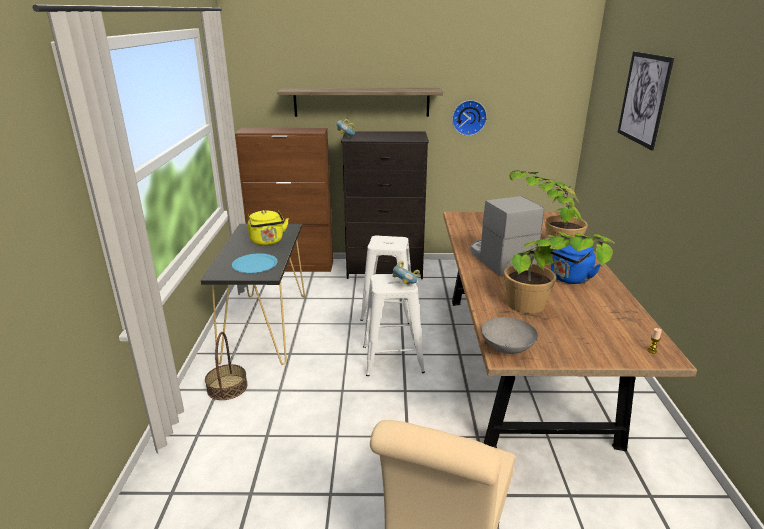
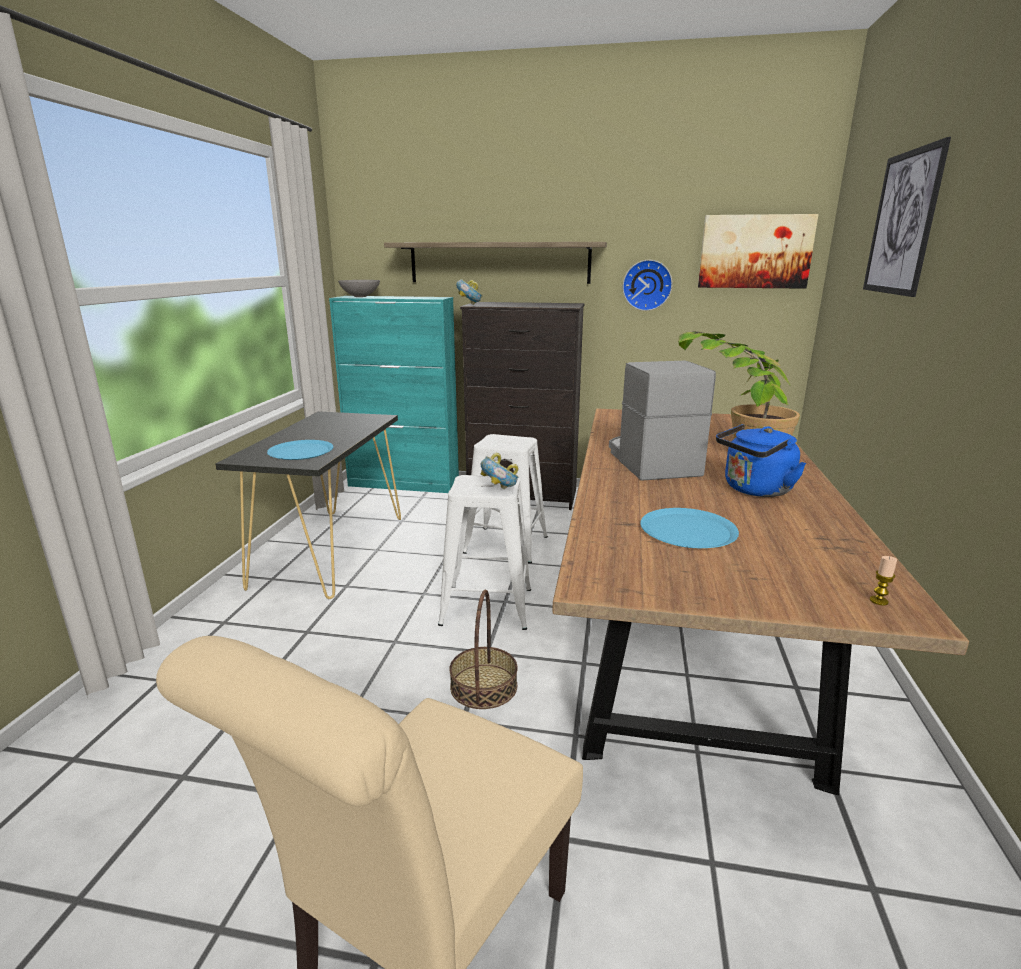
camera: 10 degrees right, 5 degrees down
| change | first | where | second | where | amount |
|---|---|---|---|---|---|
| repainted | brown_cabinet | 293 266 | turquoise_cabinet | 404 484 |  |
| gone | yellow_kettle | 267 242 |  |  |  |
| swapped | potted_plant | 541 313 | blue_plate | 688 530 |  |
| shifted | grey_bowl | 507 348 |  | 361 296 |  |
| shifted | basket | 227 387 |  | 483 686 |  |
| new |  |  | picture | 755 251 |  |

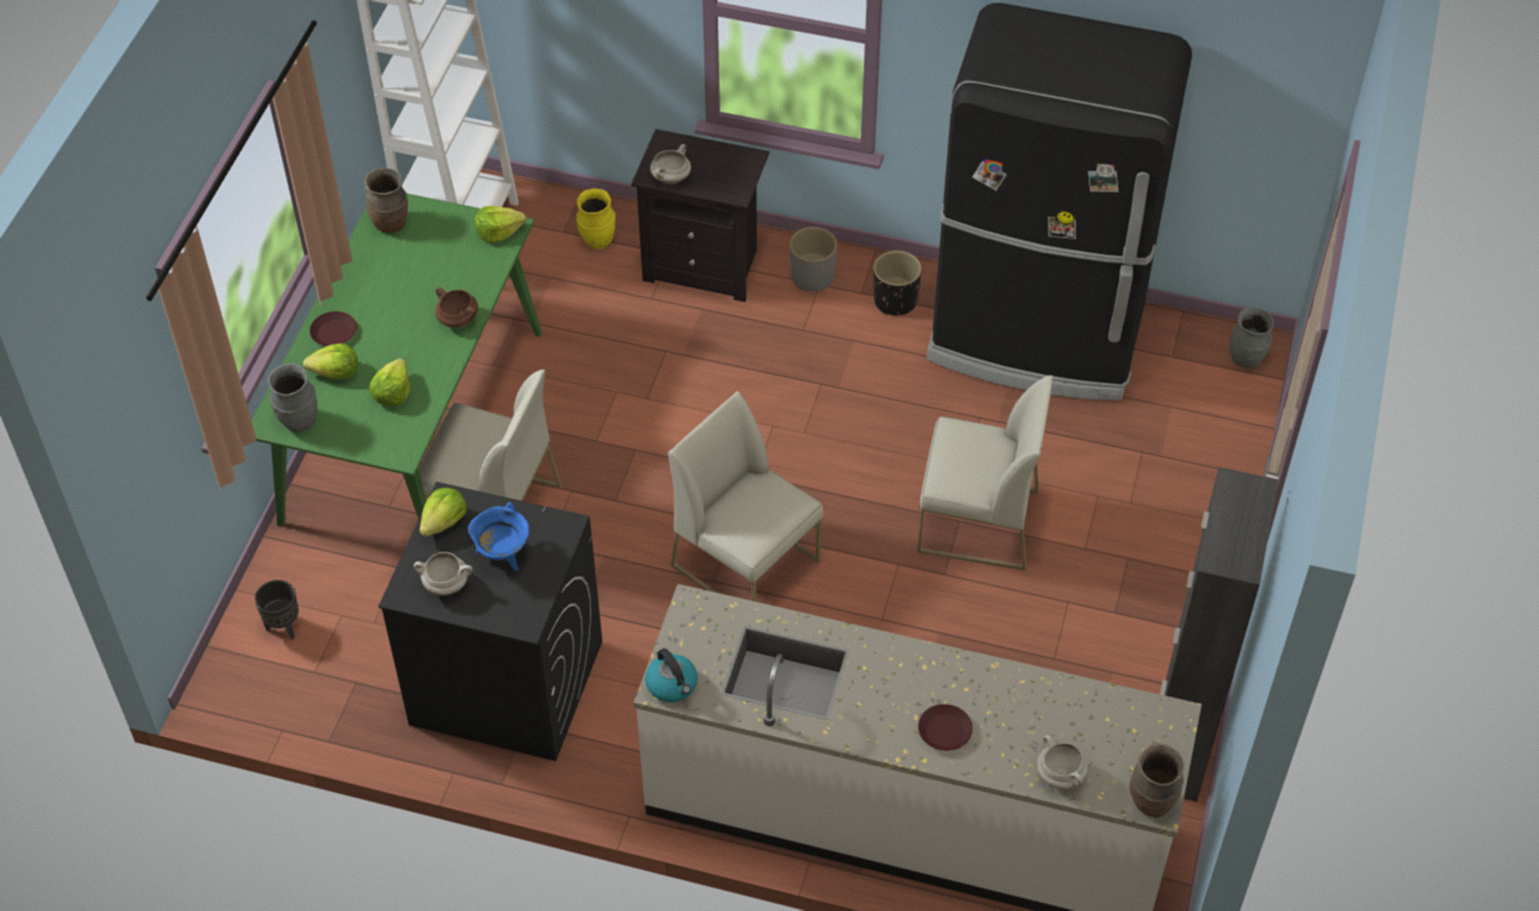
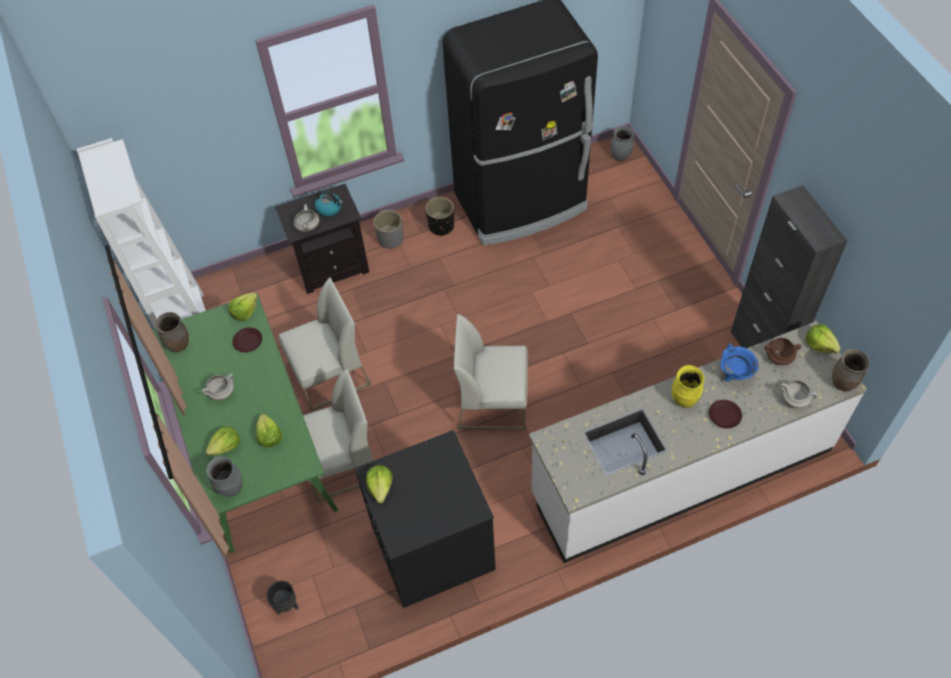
camera: 35 degrees left, 5 degrees up
| change | first | where | second | where | amount |
|---|---|---|---|---|---|
| shifted | yellow_vase | 597 241 |  | 684 399 |  |
| shifted | brown_cooking_pot | 457 320 |  | 778 357 |  |
| shifted | brown_plate | 333 333 |  | 248 342 |  |
| shifted | white_chair | 977 522 |  | 329 375 |  |
| shifted | blue_cooking_pot | 502 555 |  | 734 375 |  |
| shifted | white_cooking_pot | 447 584 |  | 222 392 |  |
| shifted | kettle | 672 685 |  | 329 208 |  |
| new |  |  | lettuce | 820 344 |  |

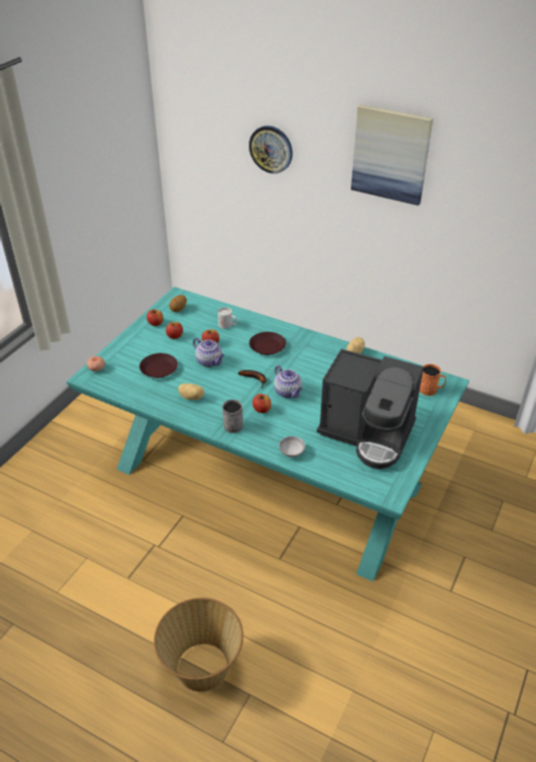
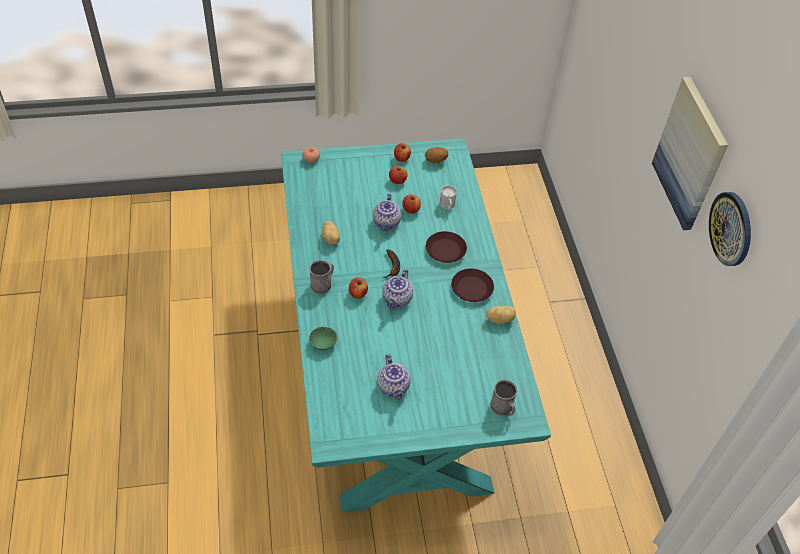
camera: 50 degrees right, 10 degrees up
| change | first | where | second | where | amount |
|---|---|---|---|---|---|
| shifted | wall_clock | 271 149 |  | 731 228 |  |
| swapped | coffee_machine | 367 433 | teapot | 394 387 |  |
| shifted | brown_plate | 158 369 |  | 471 288 |  |
| repainted | orange_mug | 430 389 | grey_mug | 503 408 |  |
| repainted | grey_bowl | 291 452 | green_bowl | 323 343 |  |
| gone | basket | 202 668 |  |  |  |

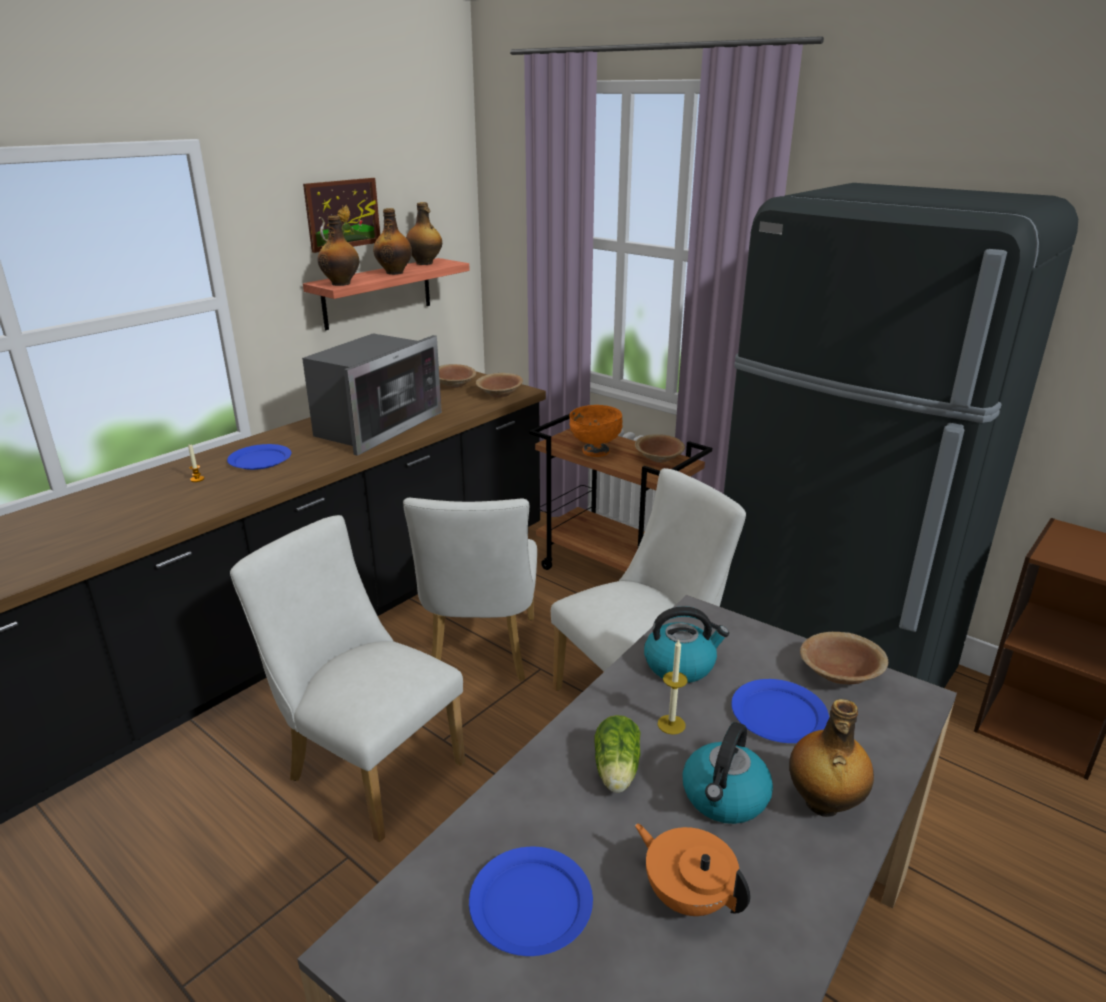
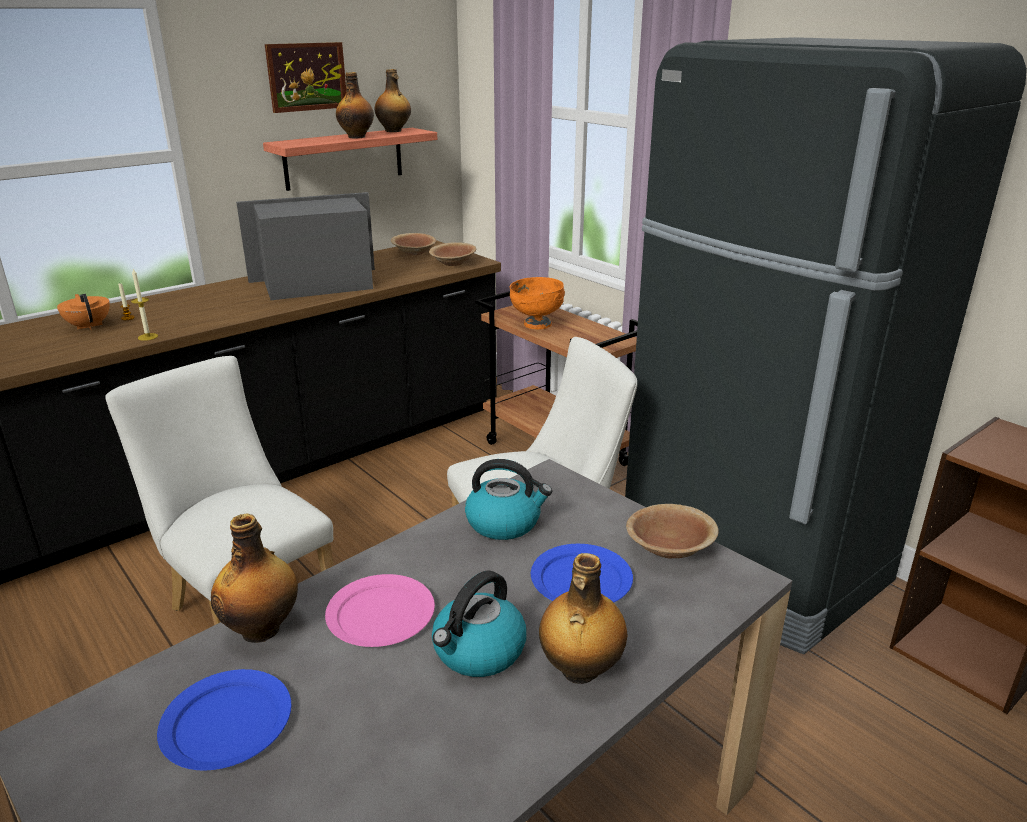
camera: 10 degrees right, 0 degrees up
| change | first | where | second | where | amount |
|---|---|---|---|---|---|
| shifted | bottle | 341 283 |  | 262 629 |  |
| rotated | microwave | 375 426 |  | 317 284 | 150 degrees counterclockwise |
| gone | brown_bowl | 659 458 |  |  |  |
| gone | blue_plate | 260 460 |  |  |  |
| gone | white_chair | 481 654 |  |  |  |
| shifted | candle | 671 724 |  | 148 337 |  |
| swapped | lettuce | 616 772 | pink_plate | 381 614 |  |
| shifted | orange_teapot | 687 895 |  | 89 326 |  |

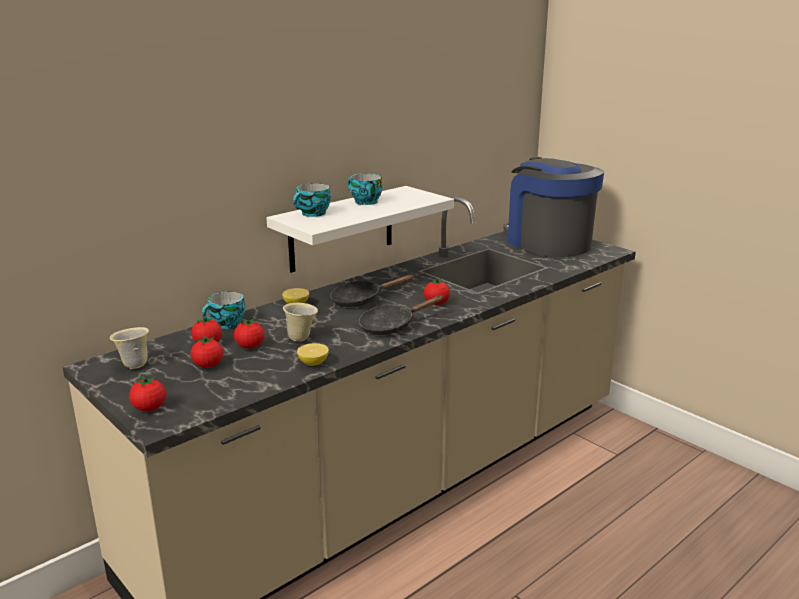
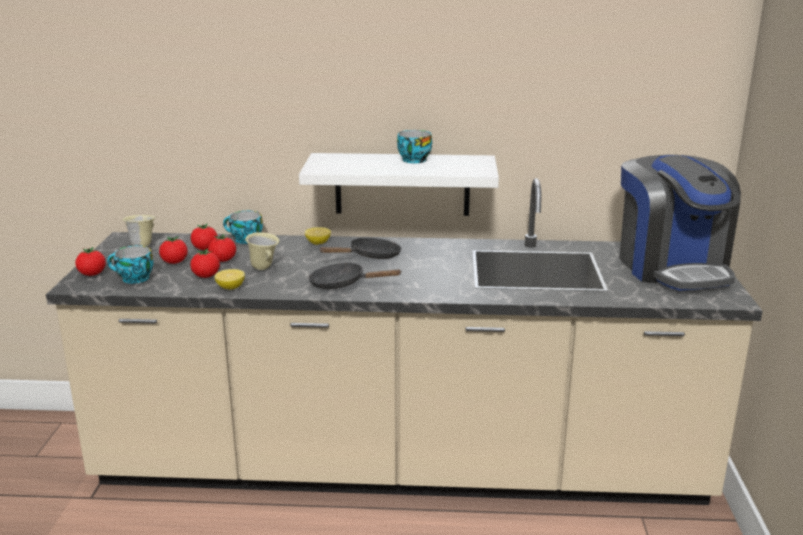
camera: 45 degrees right, 0 degrees up
| change | first | where | second | where | amount |
|---|---|---|---|---|---|
| rotated | coffee_machine | 547 242 |  | 672 267 | 150 degrees clockwise |
| shifted | cup | 313 214 |  | 133 279 |  |
| rotated | black_frying_pan | 361 300 |  | 370 256 | 120 degrees clockwise |
| shifted | tomato | 436 303 |  | 206 276 |  |

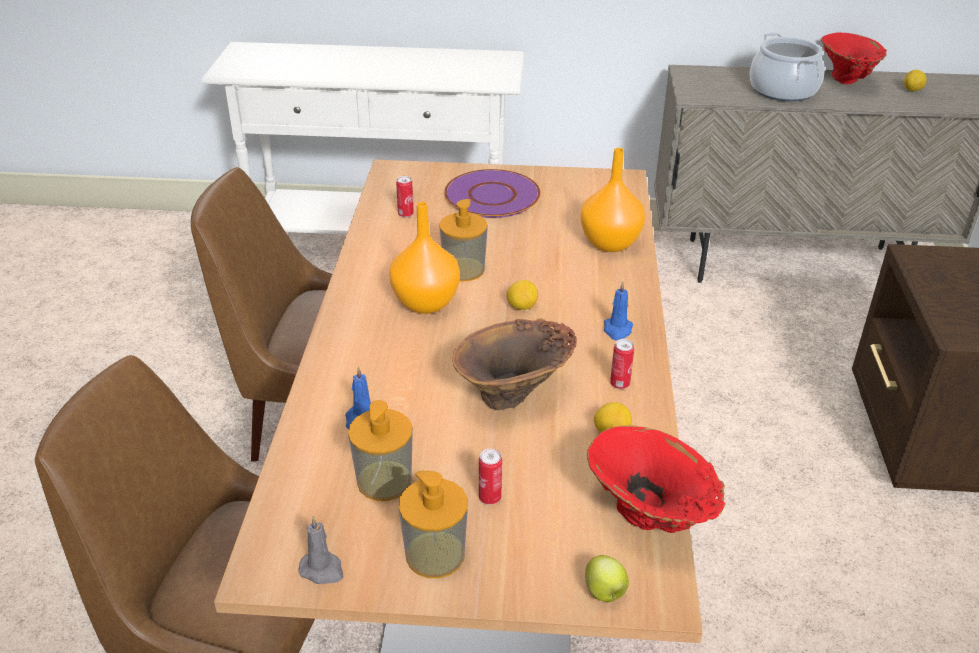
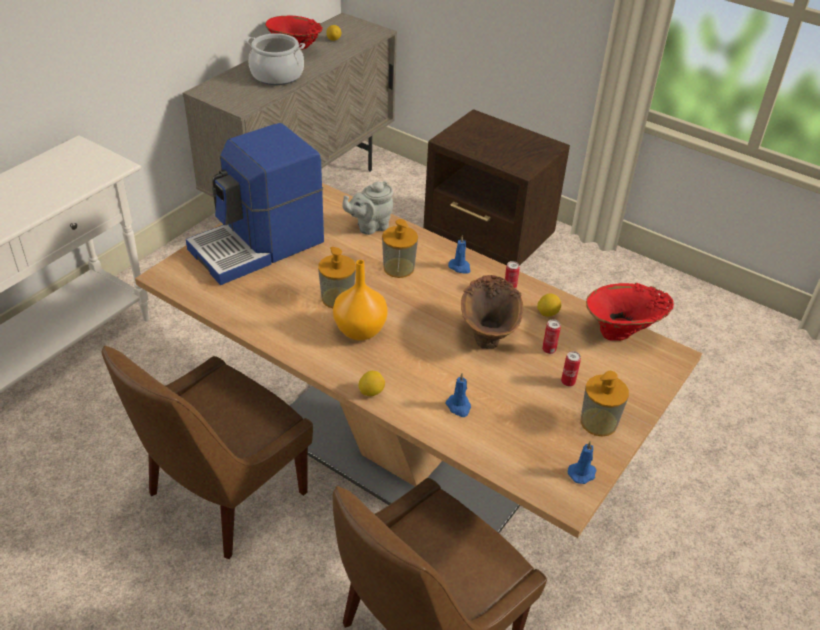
camera: 60 degrees left, 5 degrees up
| change | first | where | second | where | amount |
|---|---|---|---|---|---|
| swapped | orange_vase | 611 243 | grey_teapot | 370 226 |  |
| swapped | purple_plate | 492 196 | coffee_machine | 258 246 |  |
| shifted | can | 405 214 |  | 549 350 |  |
| shifted | lemon | 521 307 |  | 371 392 |  |
| shifted | soap_dispenser | 384 481 |  | 398 268 |  |
| repainted | grey_candle | 322 570 | blue_candle | 582 473 |  |
| gone | apple | 605 593 |  |  |  |

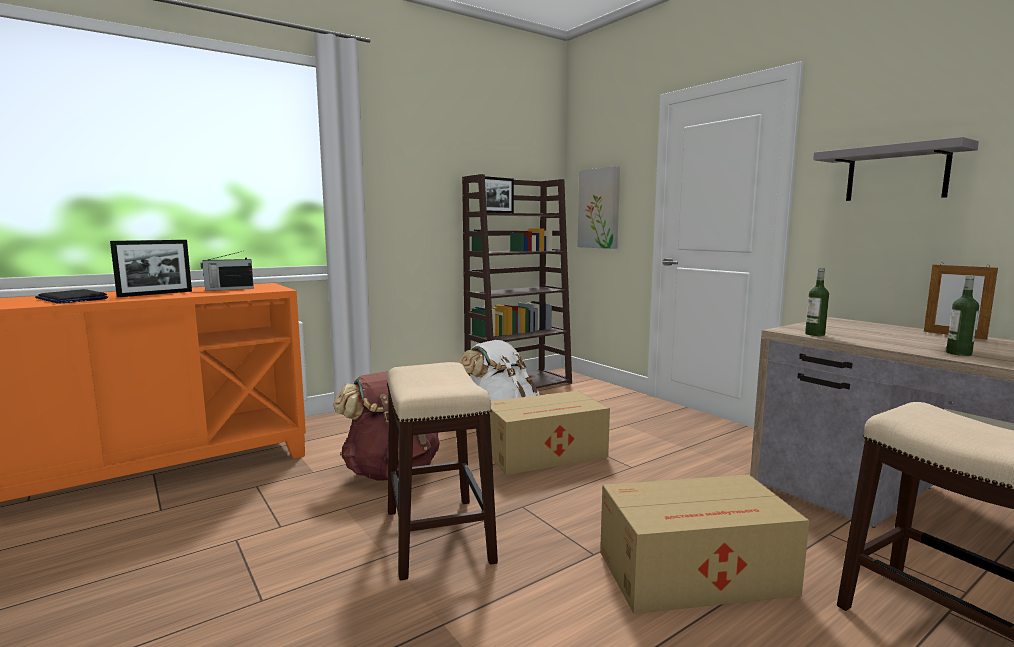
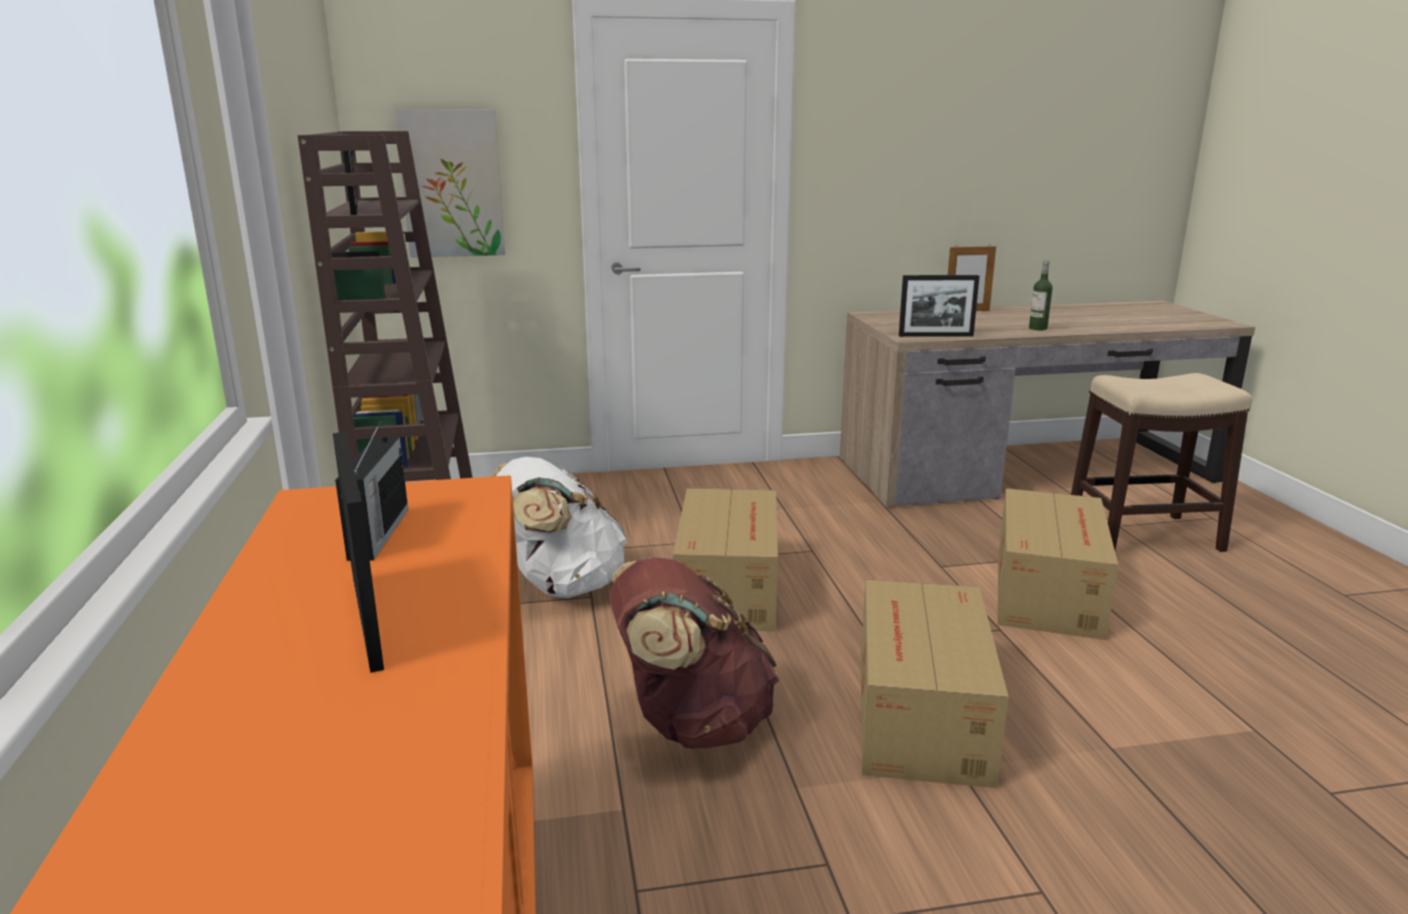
camera: 65 degrees left, 10 degrees up
| change | first | where | second | where | amount |
|---|---|---|---|---|---|
| gone | grey_shelf | 896 174 |  |  |  |
| swapped | bottle | 815 334 | picture_frame | 936 336 |  |
| gone | laptop | 72 299 |  |  |  |
| swapped | stool | 438 535 | cardboard_box | 919 716 |  |

